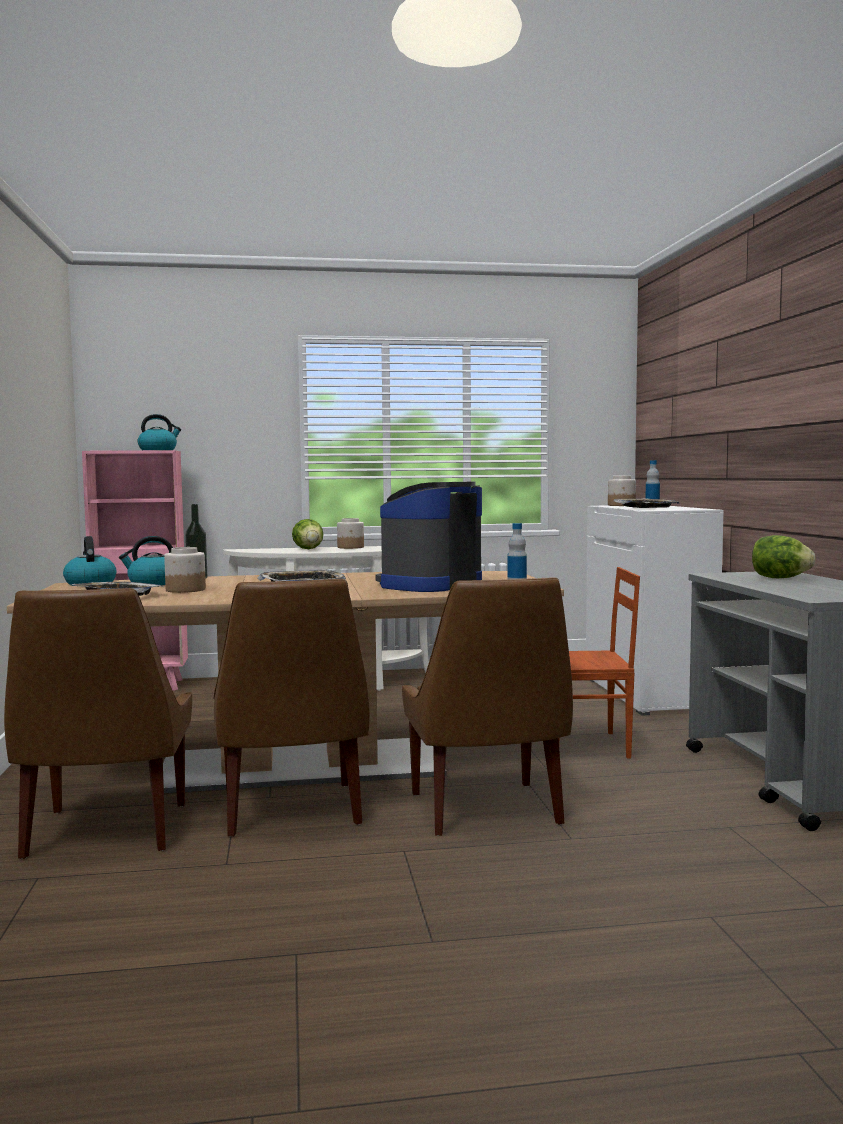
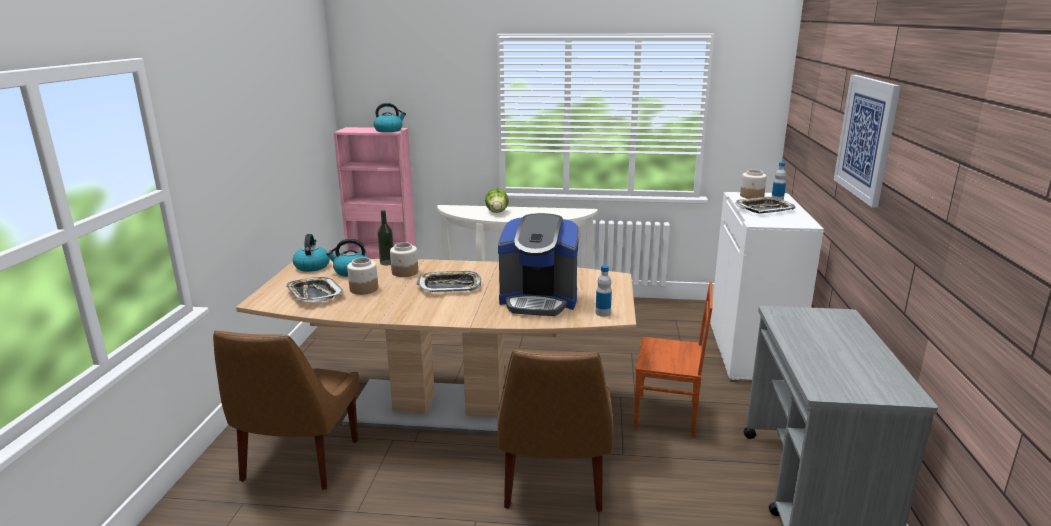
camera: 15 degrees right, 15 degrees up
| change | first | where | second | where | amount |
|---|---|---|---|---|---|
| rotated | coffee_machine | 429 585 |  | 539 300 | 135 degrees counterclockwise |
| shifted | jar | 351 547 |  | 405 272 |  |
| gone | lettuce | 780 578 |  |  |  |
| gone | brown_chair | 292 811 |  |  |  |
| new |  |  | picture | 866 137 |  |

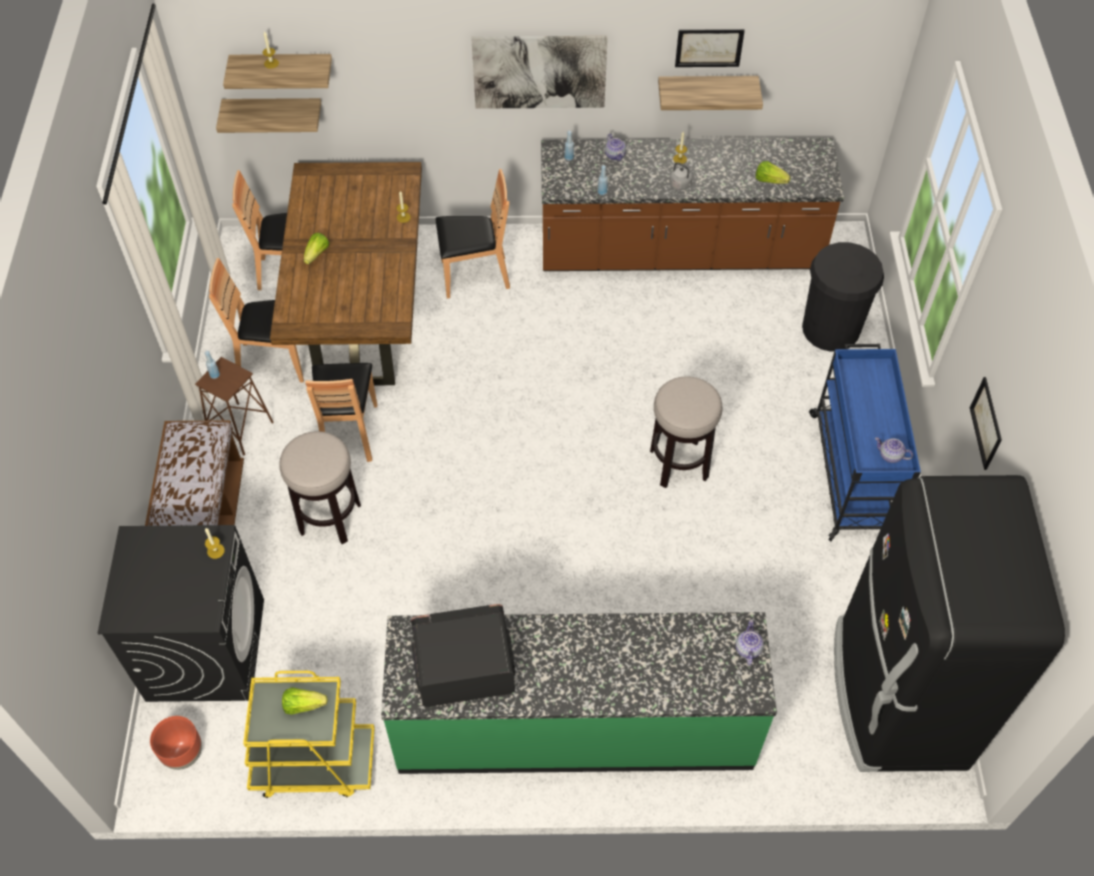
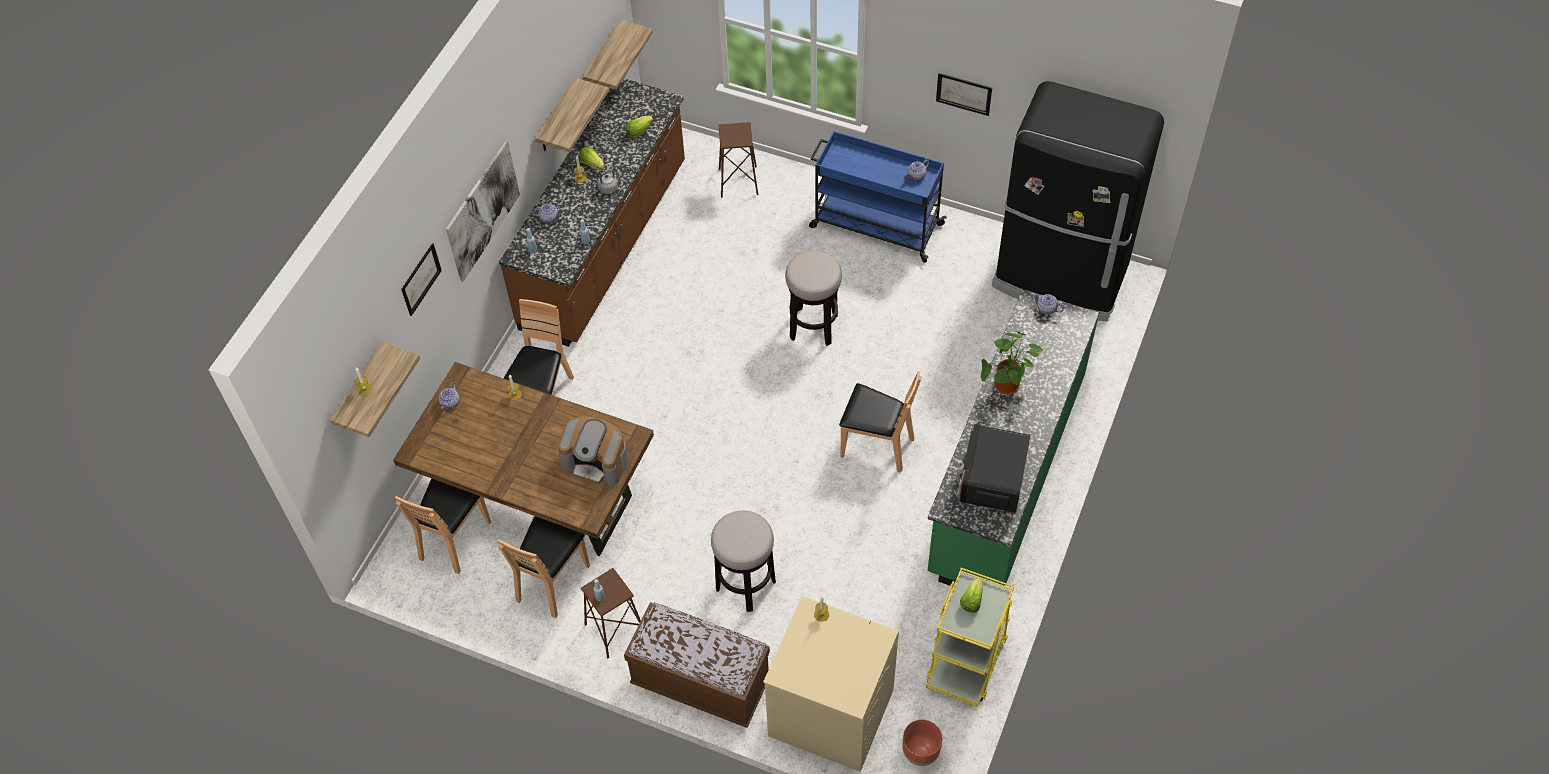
camera: 65 degrees left, 0 degrees up
| change | first | where | second | where | amount |
|---|---|---|---|---|---|
| shifted | picture | 709 47 |  | 420 279 |  |
| shifted | shelf | 273 111 |  | 603 58 |  |
| shifted | lettuce | 317 254 |  | 592 164 |  |
| swapped | black_trash_can | 831 329 | brown_stool | 738 182 |  |
| shifted | brown_chair | 349 432 |  | 876 446 |  |
| repainted | black_washing_machine | 206 648 | beige_washing_machine | 830 712 |  |
| new |  |  | potted_plant | 1007 388 |  |
| new |  |  | teapot | 450 403 |  |
| new |  |  | coffee_machine | 596 461 |  |

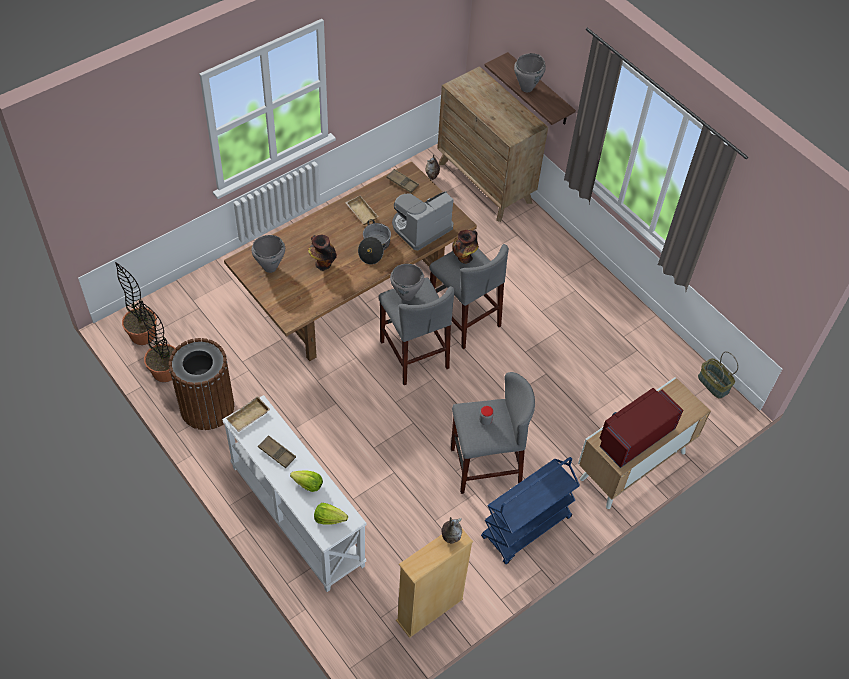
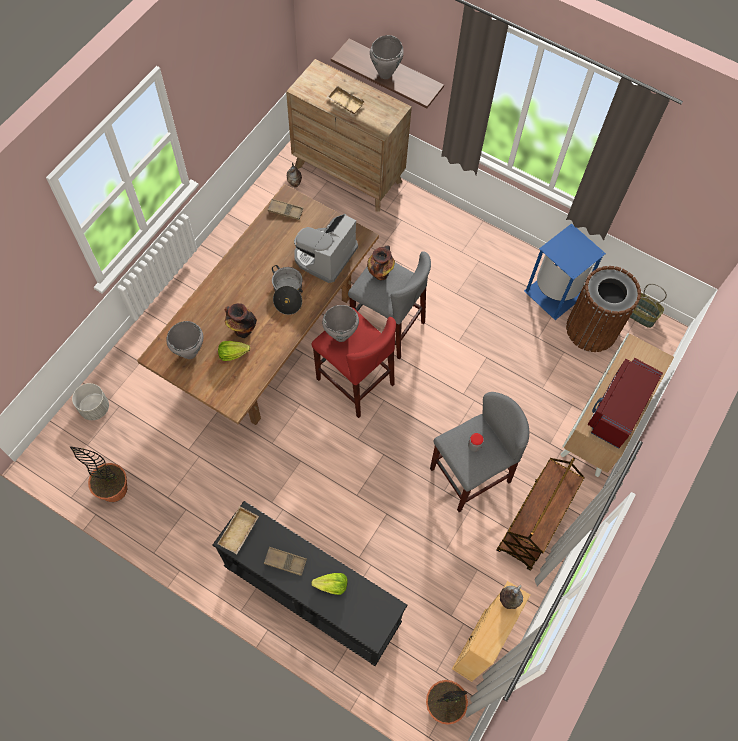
camera: 20 degrees left, 10 degrees up
| change | first | where | second | where | amount |
|---|---|---|---|---|---|
| shifted | beige_tray | 360 212 |  | 344 103 |  |
| shifted | potted_plant | 143 335 |  | 443 704 |  |
| repainted | grey_stool | 414 354 | red_stool | 355 381 |  |
| shifted | brown_trash_can | 207 407 |  | 591 329 |  |
| repainted | white_console_table | 296 516 | black_console_table | 311 597 |  |
| repainted | blue_cart | 526 528 | brown_cart | 533 525 |  |
| shifted | lettuce | 329 518 |  | 233 354 |  |
| new |  |  | blue_trash_can | 553 293 |  |
| new |  |  | grey_planter | 94 408 |  |

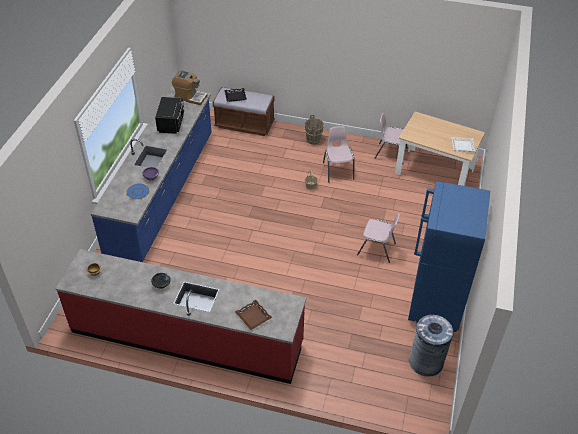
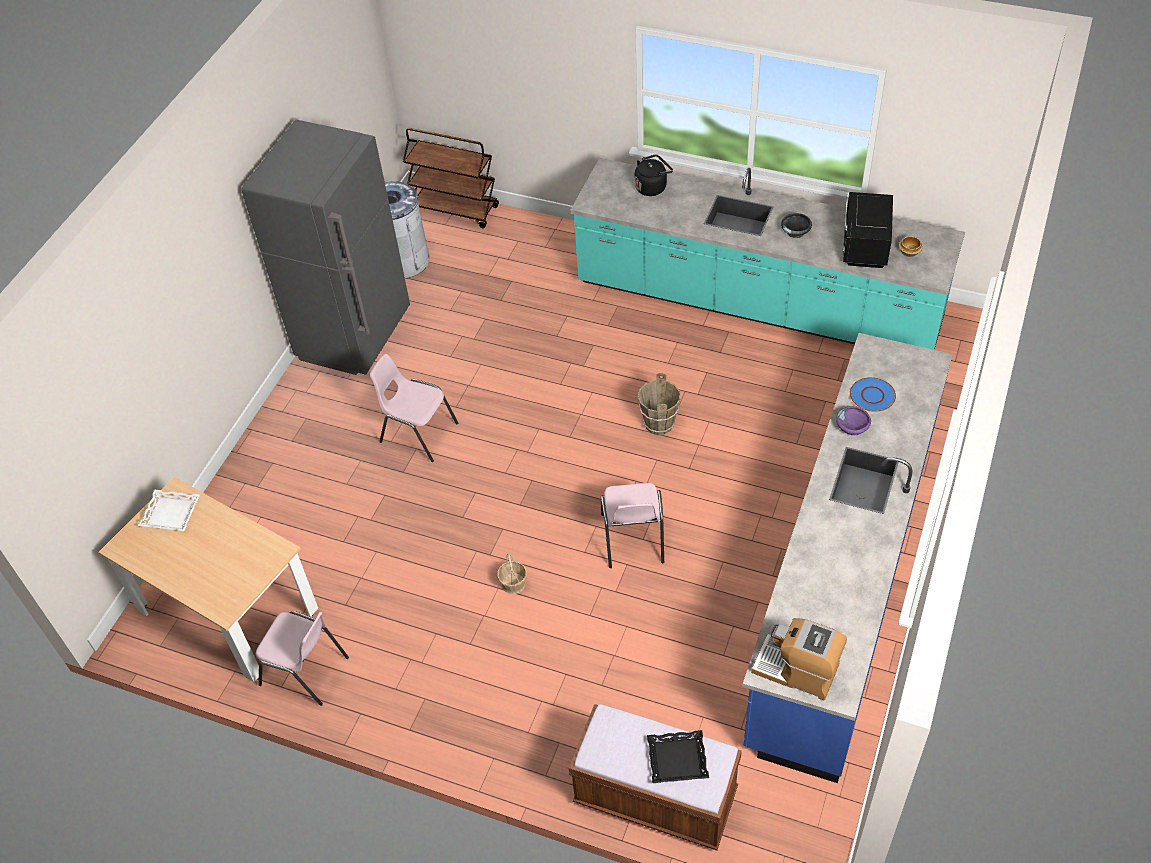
camera: 170 degrees left, 5 degrees up
| change | first | where | second | where | amount |
|---|---|---|---|---|---|
| shifted | black_microwave | 171 123 |  | 864 246 |  |
| shifted | brown_bucket | 313 140 |  | 658 424 |  |
| shifted | pink_chair | 338 170 |  | 632 539 |  |
| repainted | blue_fridge | 435 304 | grey_fridge | 355 336 |  |
| repainted | red_counter | 187 337 | turquoise_counter | 757 303 |  |
| swapped | brown_tray | 253 317 | black_kettle | 652 187 |  |
| new |  |  | brown_cart | 455 209 |  |

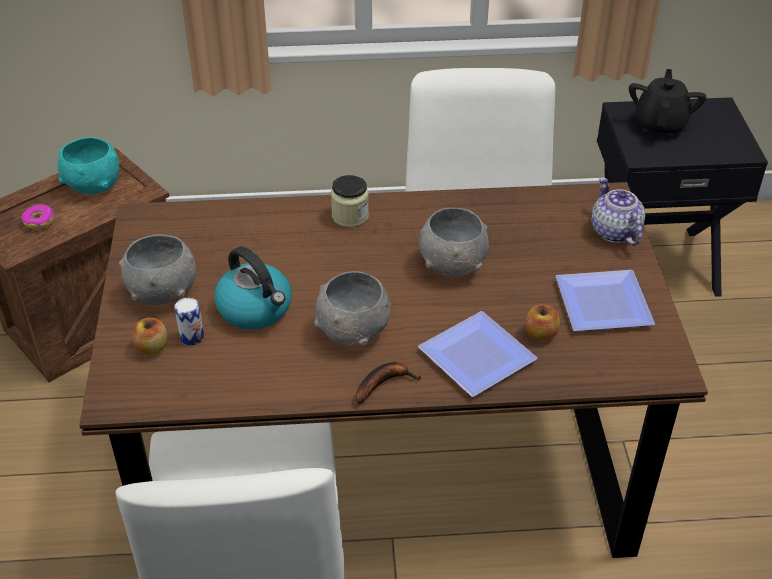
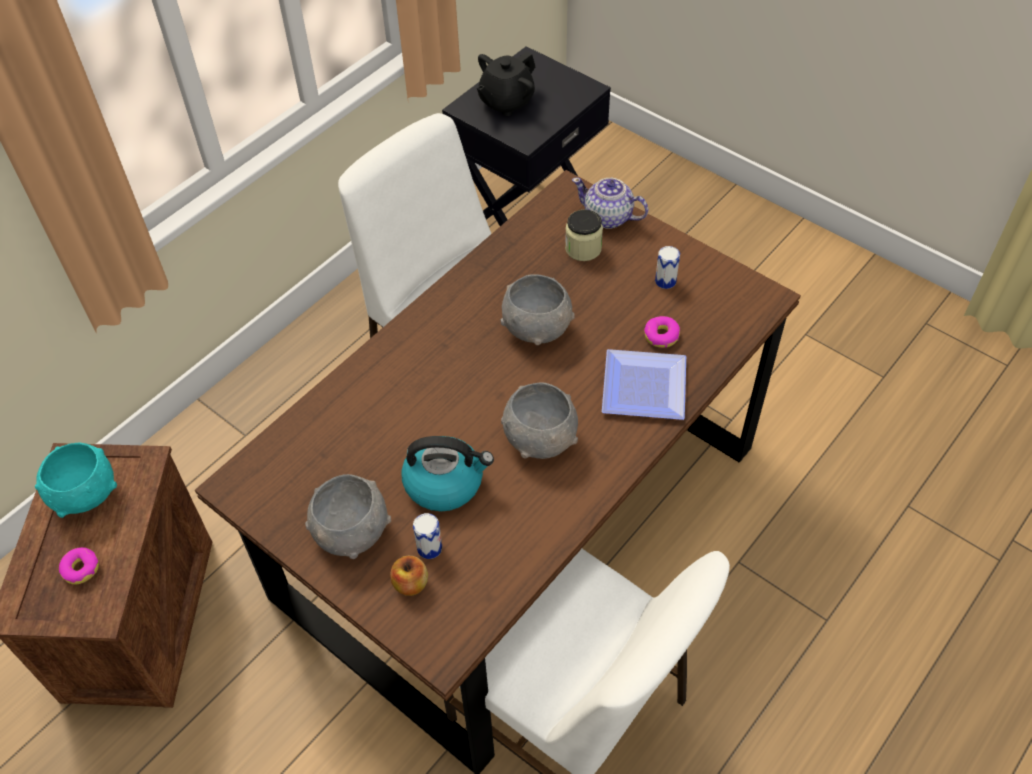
camera: 45 degrees left, 10 degrees up
| change | first | where | second | where | amount |
|---|---|---|---|---|---|
| rotated | black_teapot | 661 124 |  | 506 102 | 105 degrees counterclockwise |
| shifted | jar | 350 216 |  | 583 248 |  |
| swapped | plate | 599 302 | can | 665 281 |  |
| swapped | apple | 540 334 | donut | 661 336 |  |
| gone | banana | 383 383 |  |  |  |

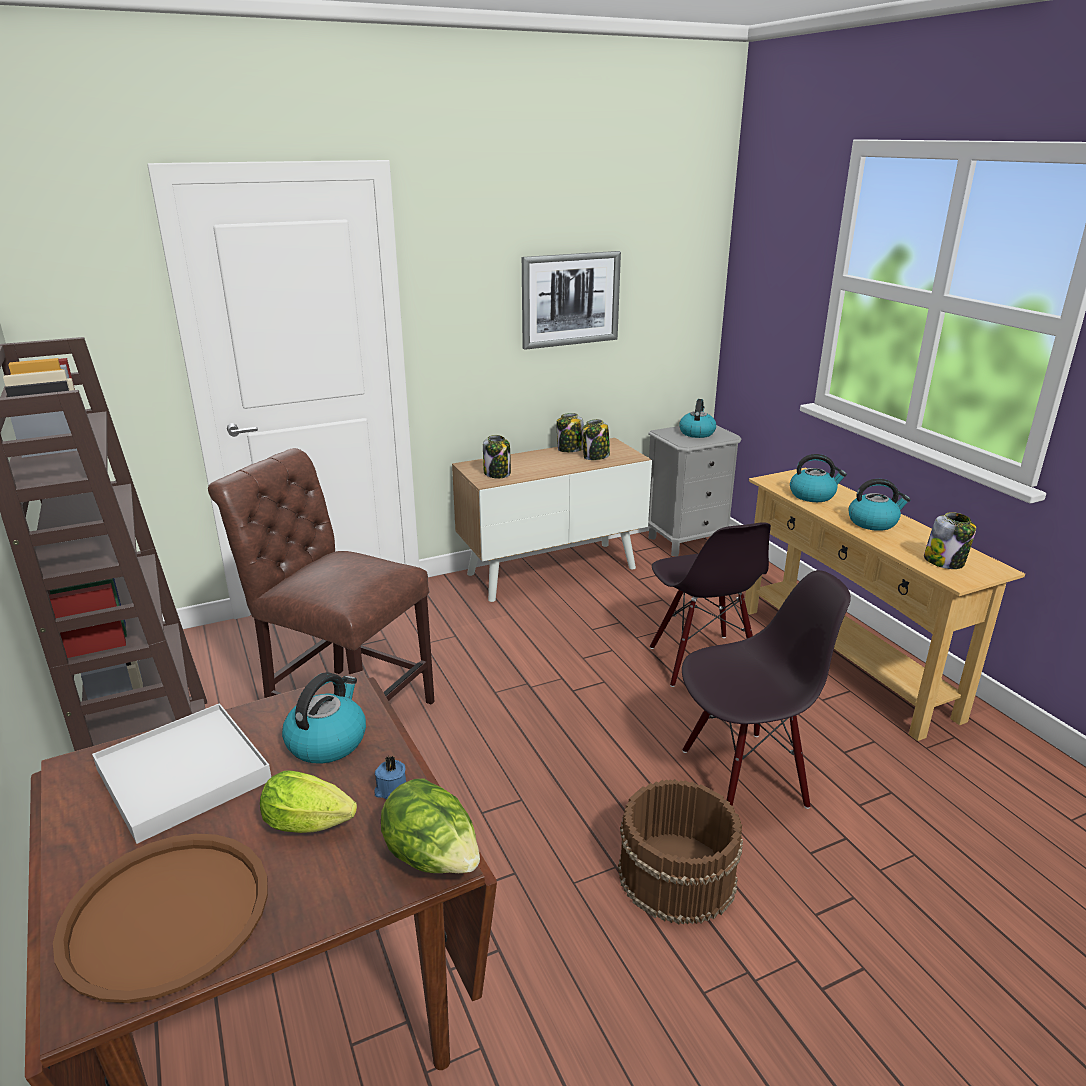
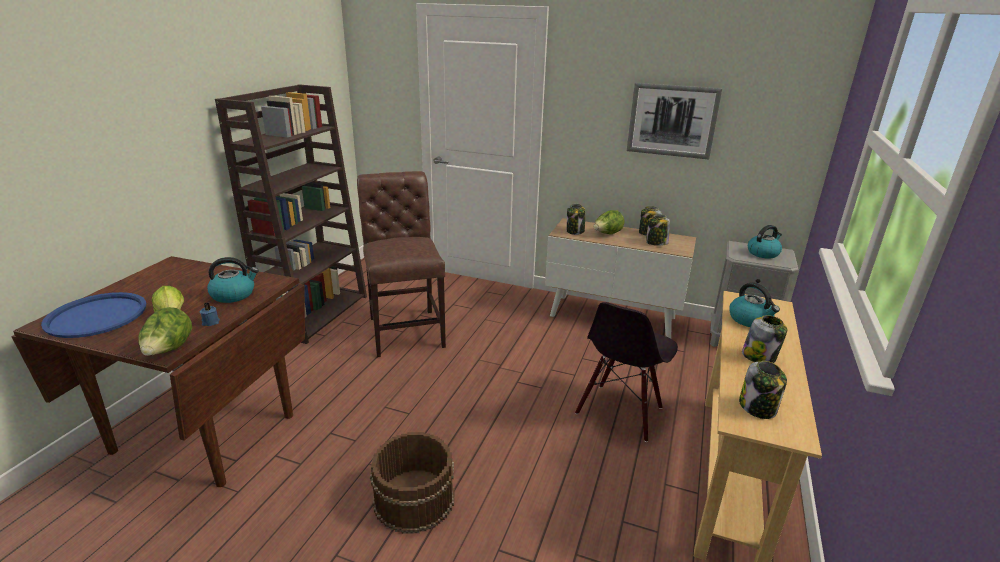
camera: 45 degrees right, 0 degrees up
| change | first | where | second | where | amount |
|---|---|---|---|---|---|
| swapped | kettle | 873 522 | jar | 759 356 |  |
| gone | black_chair | 744 775 |  |  |  |
| gone | white_tray | 183 775 |  |  |  |
| repainted | brown_tray | 166 915 | blue_tray | 96 316 |  |
| new |  |  | lettuce | 607 234 |  |

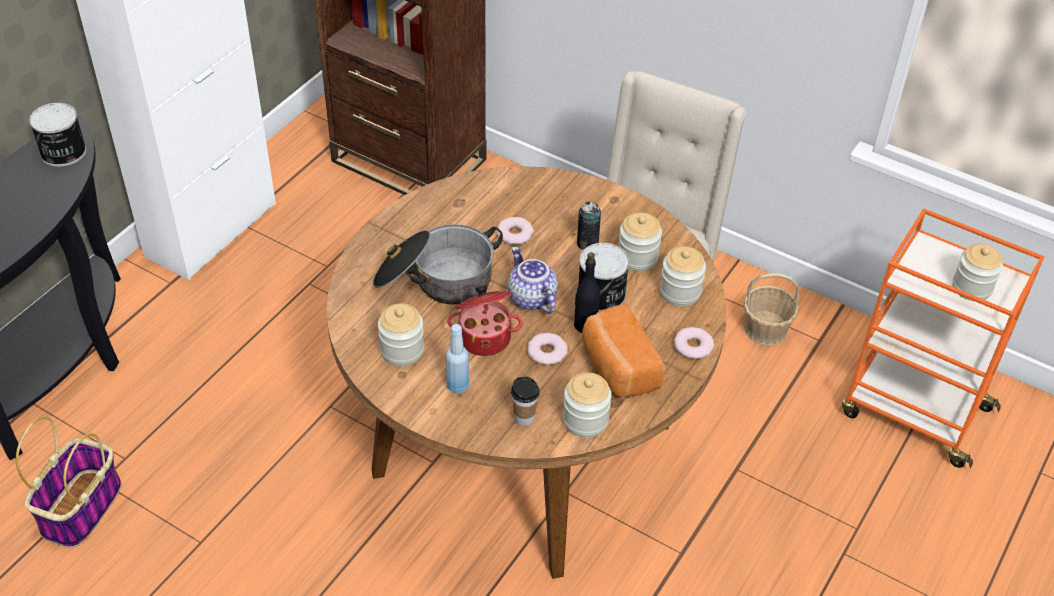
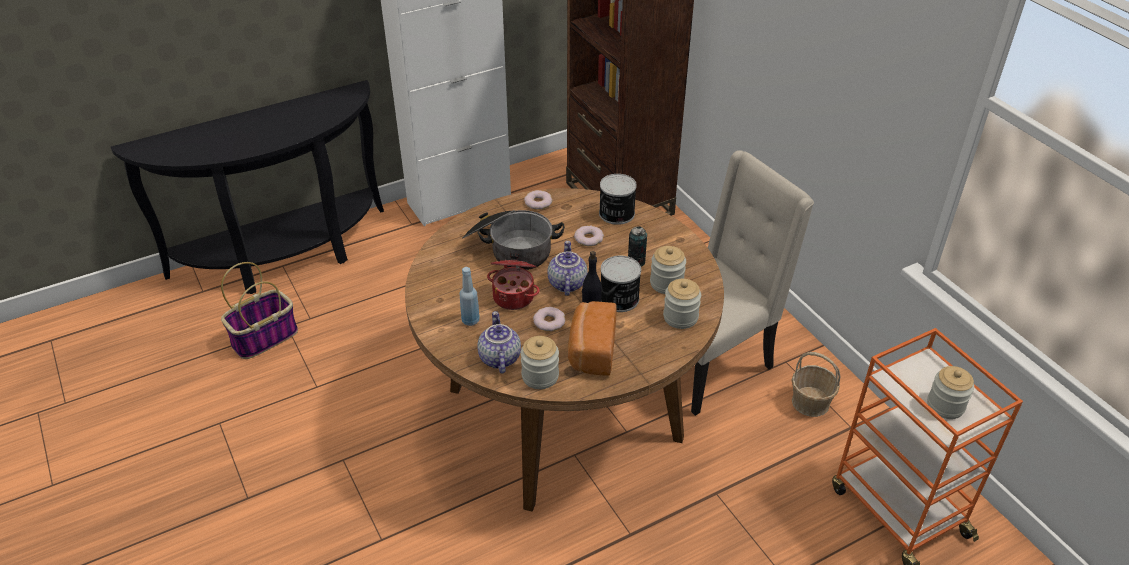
camera: 30 degrees right, 5 degrees down
| change | first | where | second | where | amount |
|---|---|---|---|---|---|
| shifted | can | 63 153 |  | 616 214 |  |
| gone | jar | 402 350 |  |  |  |
| shifted | donut | 693 346 |  | 538 202 |  |
| swapped | cup | 524 418 | teapot | 498 358 |  |

